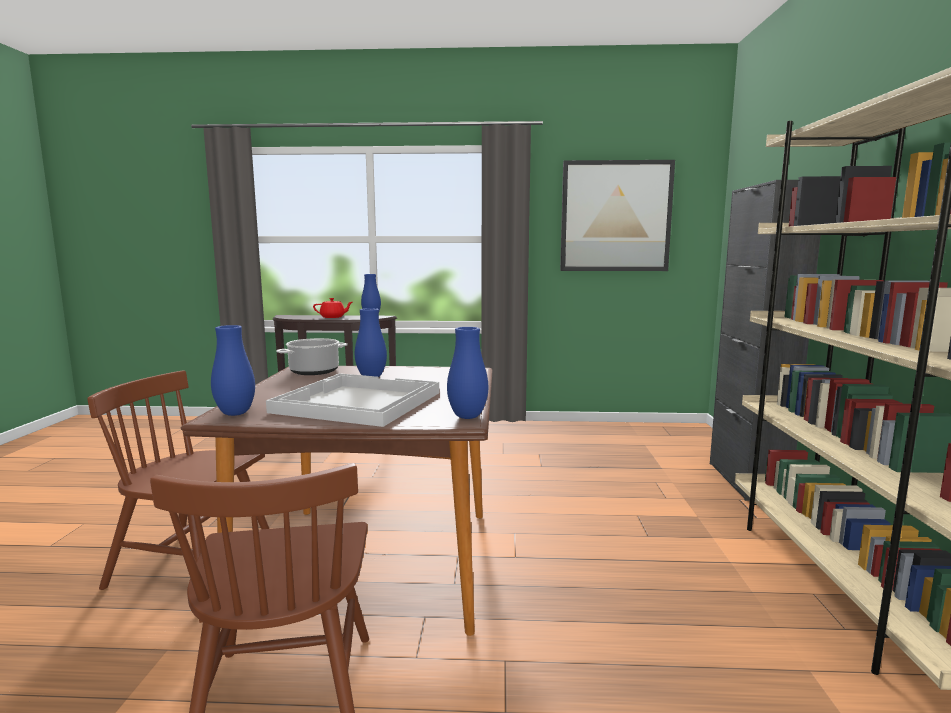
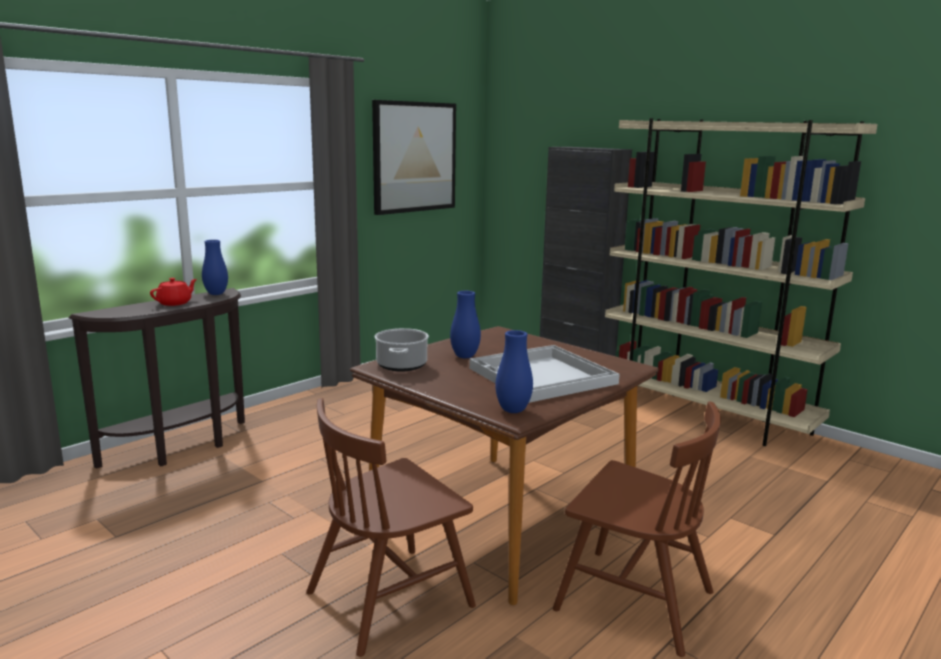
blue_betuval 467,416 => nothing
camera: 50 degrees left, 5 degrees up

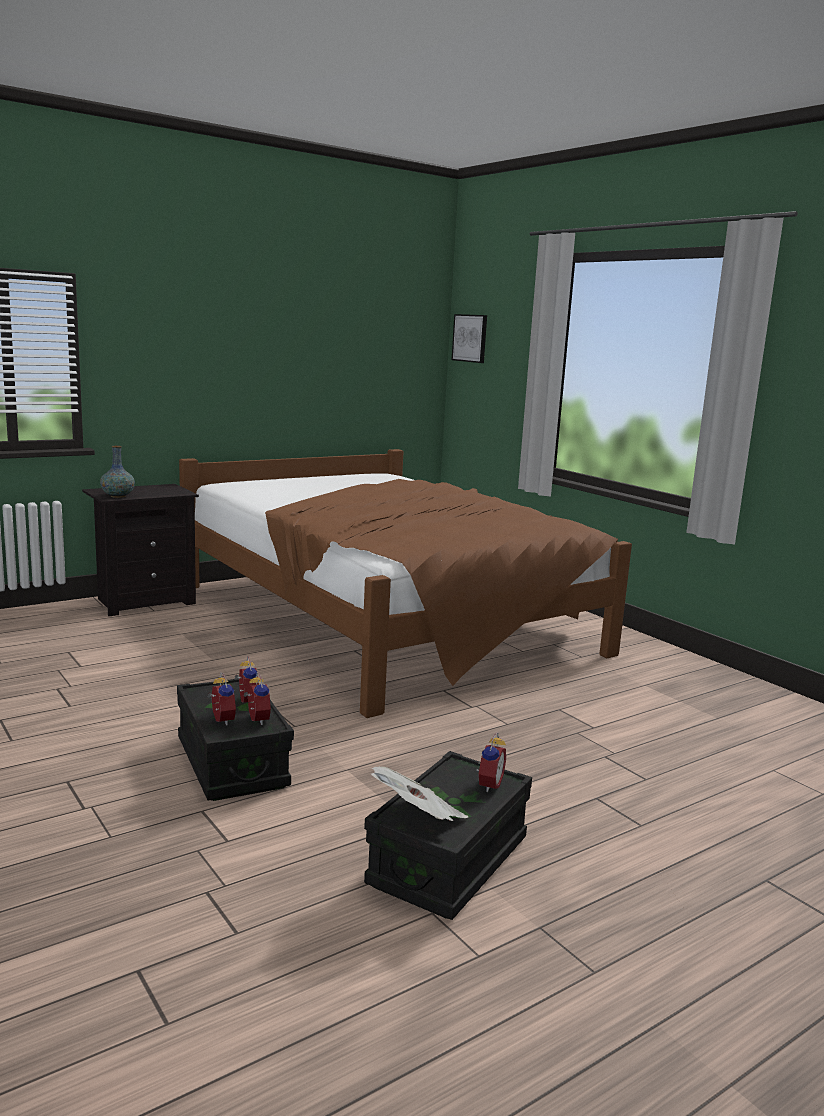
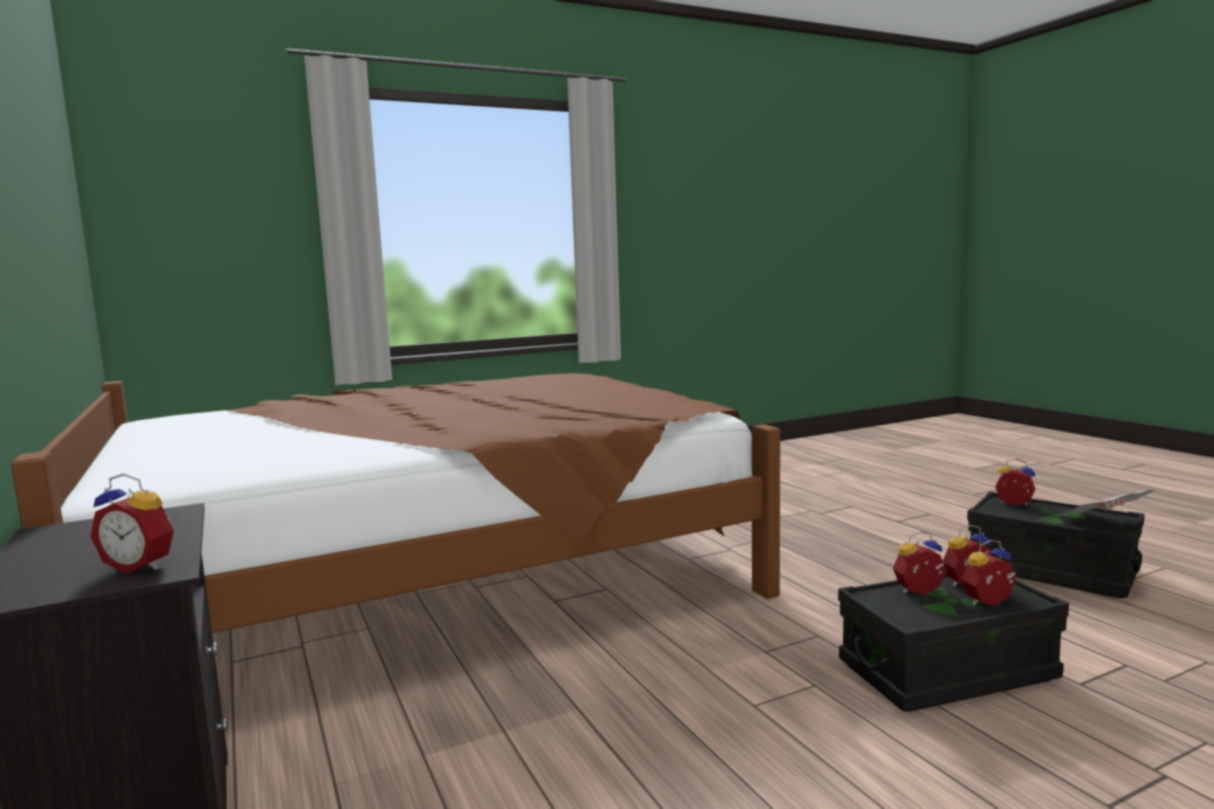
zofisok 470,338 => nothing
betuval 118,496 => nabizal 141,566
camera: 80 degrees left, 5 degrees down

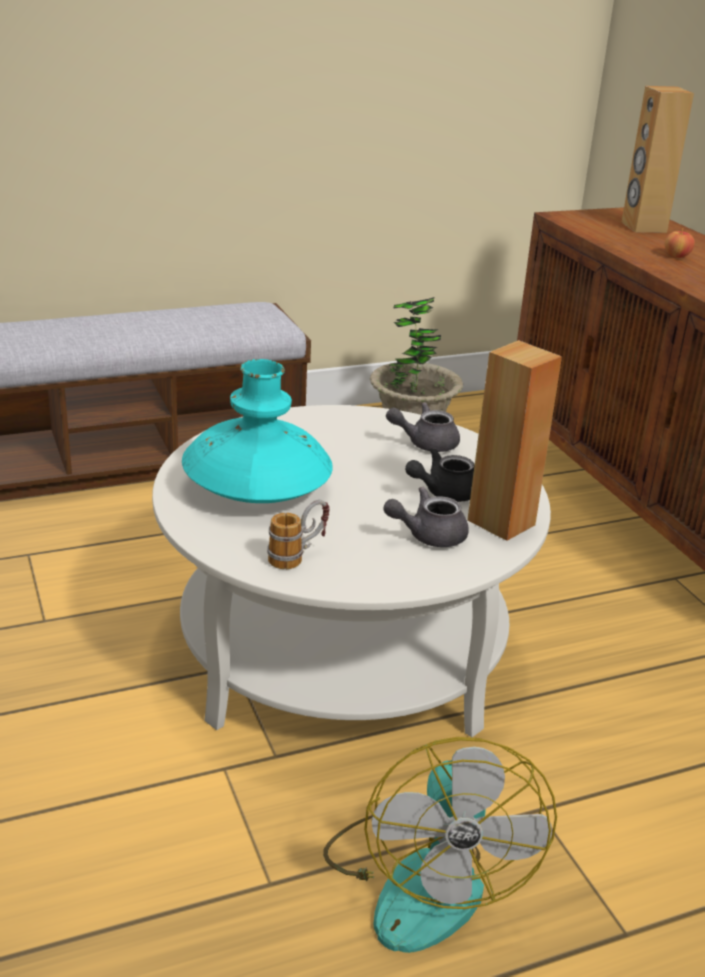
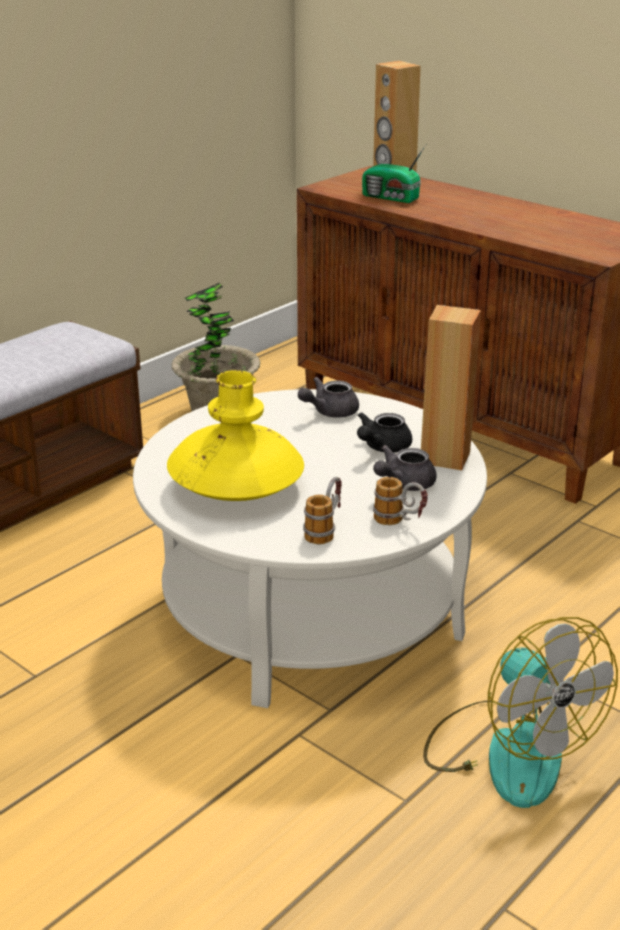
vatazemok 676,256 => nothing
turquoise_betuval 257,487 => yellow_betuval 236,486
nothing => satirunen 391,198
nothing => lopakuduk 399,522
camera: 25 degrees left, 0 degrees up

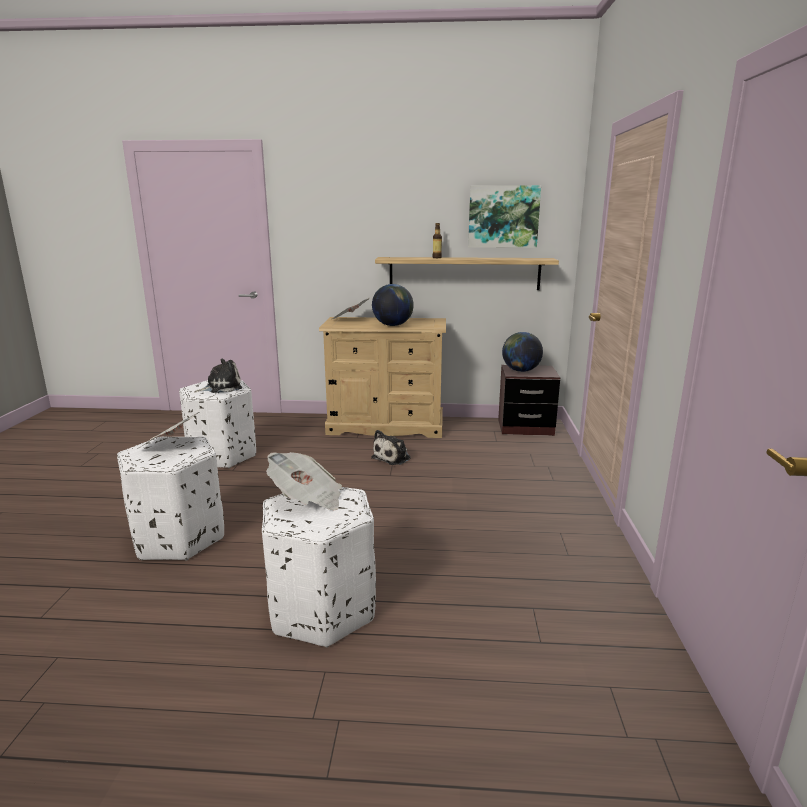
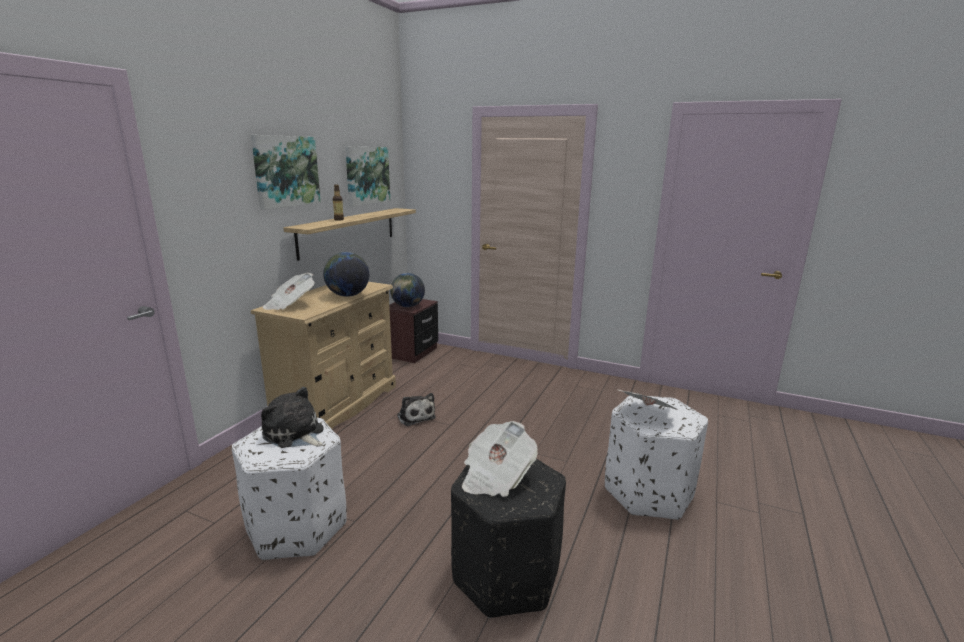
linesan 221,387 => linesan 295,434, 45 degrees counterclockwise
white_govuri 178,538 => black_govuri 505,575
nothing => zofisok 286,171
camera: 70 degrees left, 0 degrees up

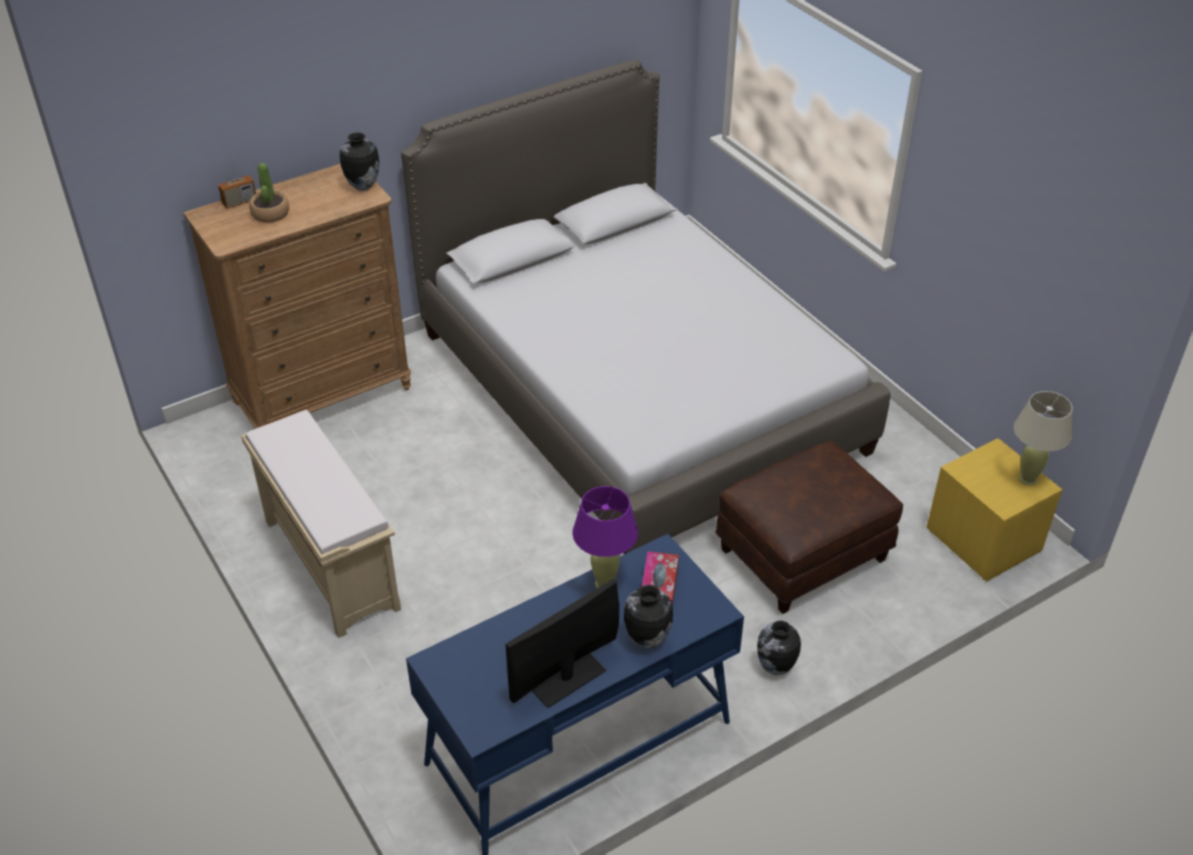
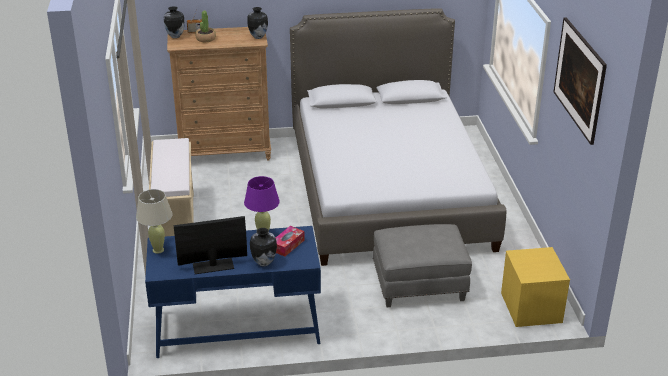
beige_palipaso 1028,479 => beige_palipaso 158,250, moved
brown_govuri 803,553 => grey_govuri 420,285
betuval 775,668 => betuval 175,36, moved
nothing => zofisok 576,98
camera: 25 degrees right, 10 degrees down

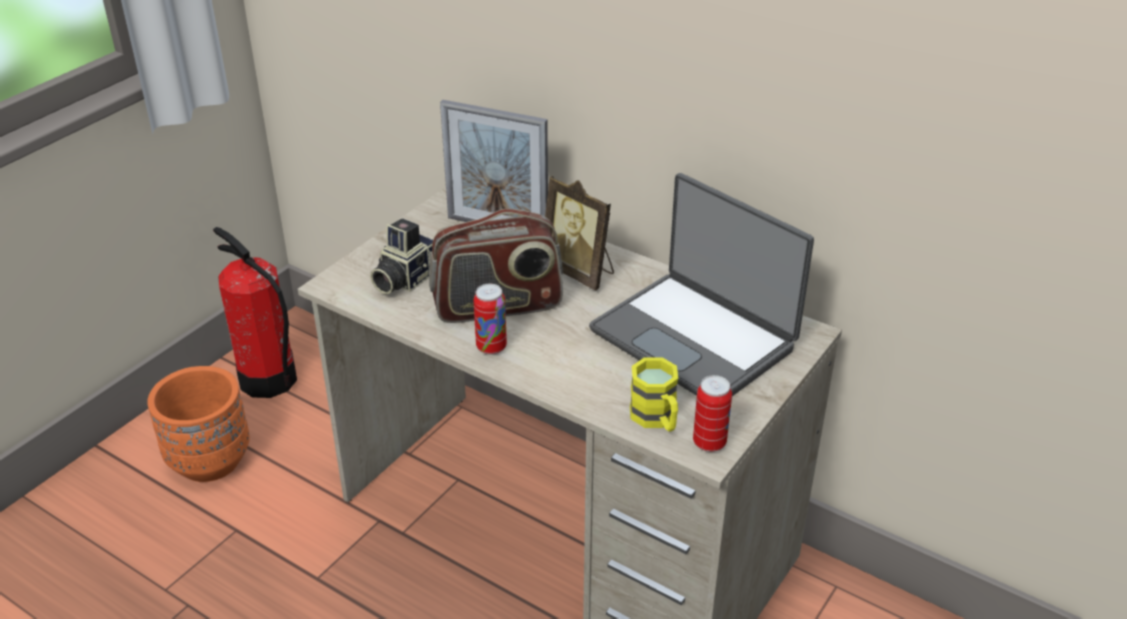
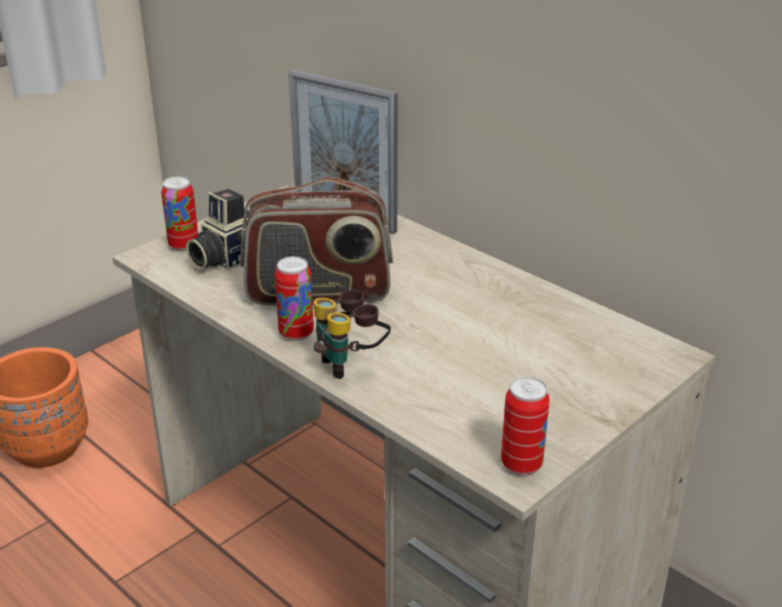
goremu 695,338 => nothing
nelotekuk 580,271 => nothing
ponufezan 268,380 => nothing
yellow_lopakuduk 657,419 => nothing
nothing => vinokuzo 183,245
nothing => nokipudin 351,363
camera: 10 degrees right, 5 degrees down

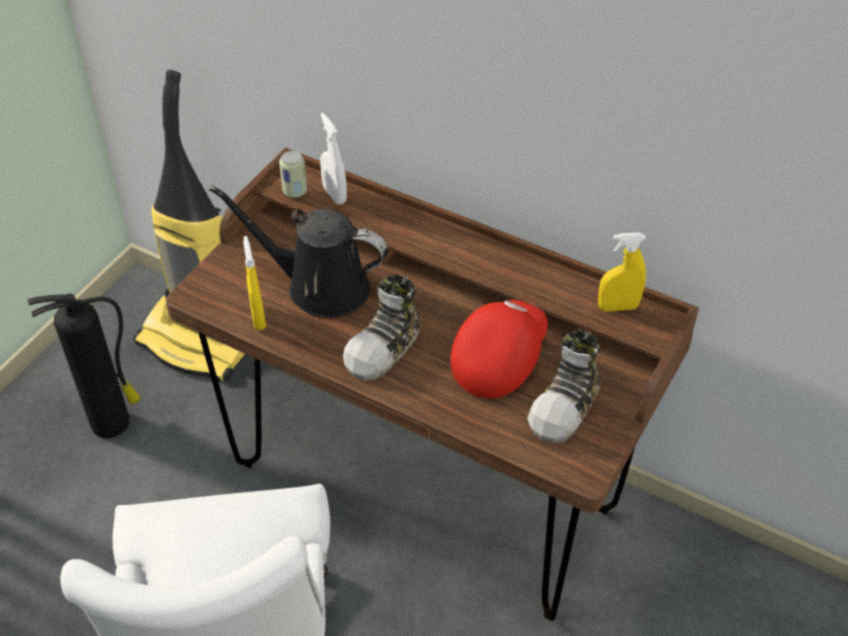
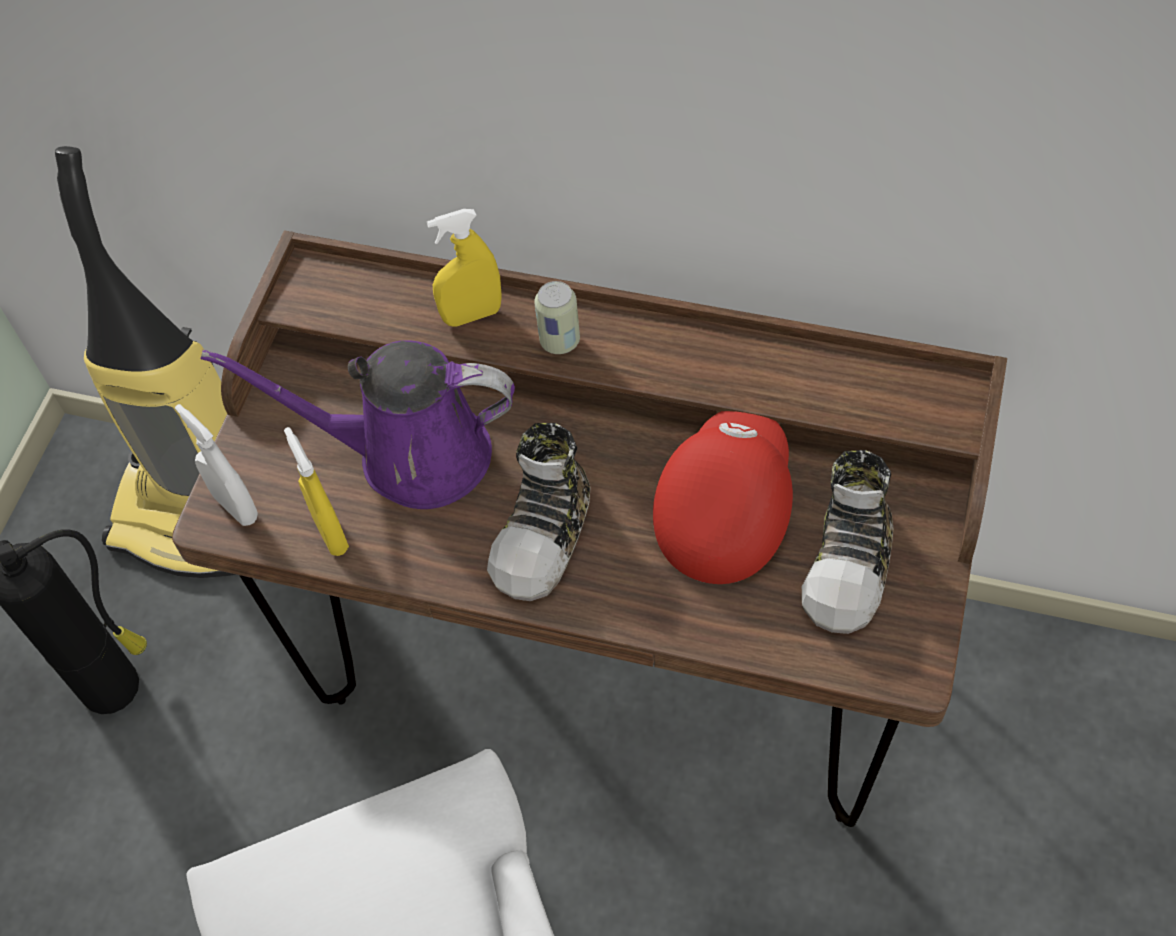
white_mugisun 334,195 => white_mugisun 236,507, moved
vinokuzo 295,191 => vinokuzo 560,341, moved
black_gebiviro 320,286 => purple_gebiviro 410,454
yellow_mugisun 618,307 => yellow_mugisun 472,315, moved
camera: 10 degrees left, 10 degrees up

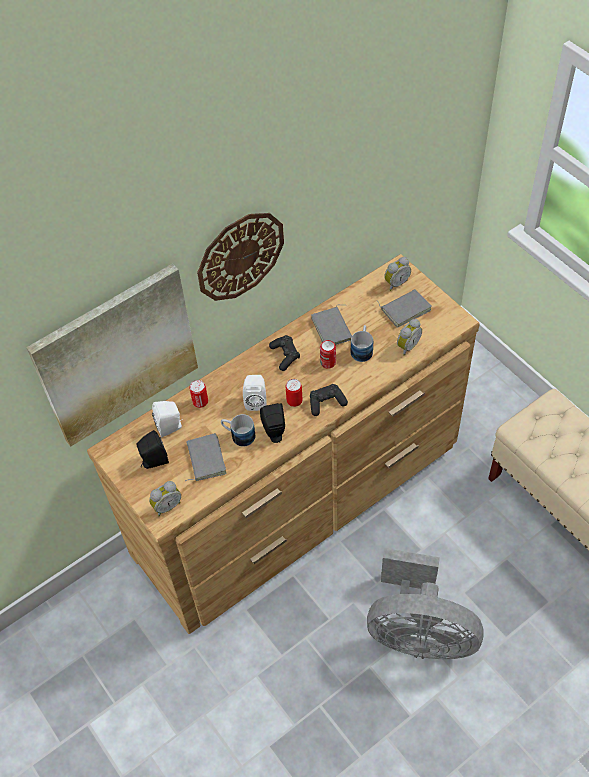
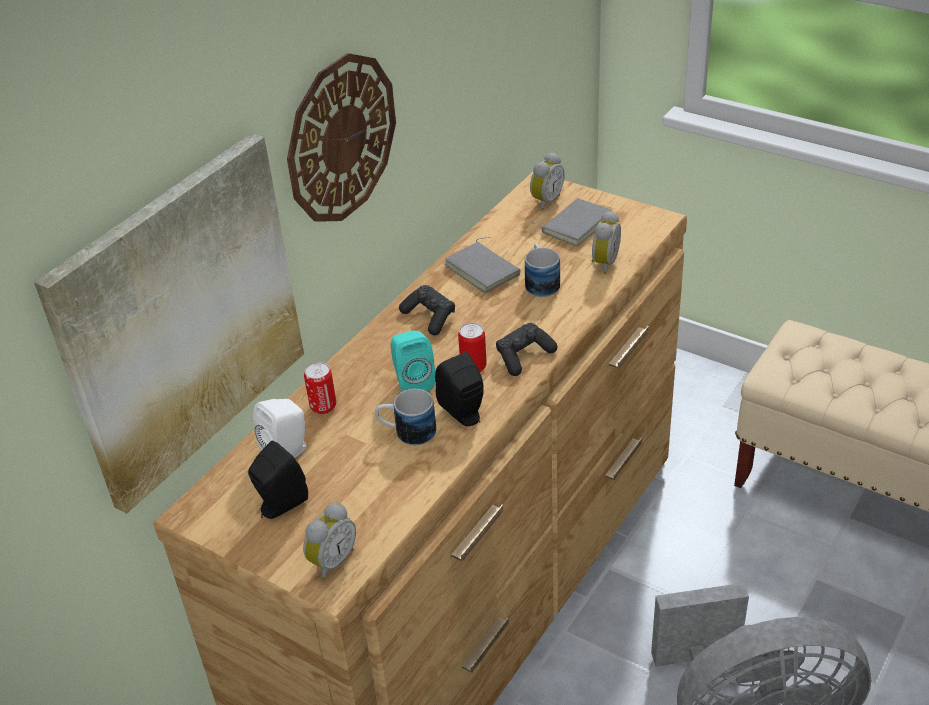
vinokuzo 328,362 => nothing
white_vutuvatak 256,400 => turquoise_vutuvatak 413,381
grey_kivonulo 204,459 => nothing
camera: 20 degrees left, 15 degrees down

